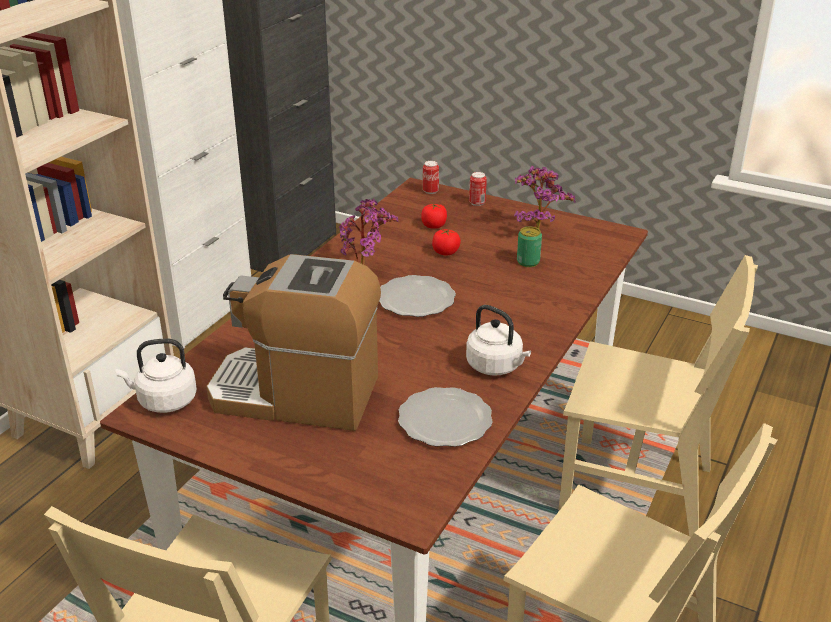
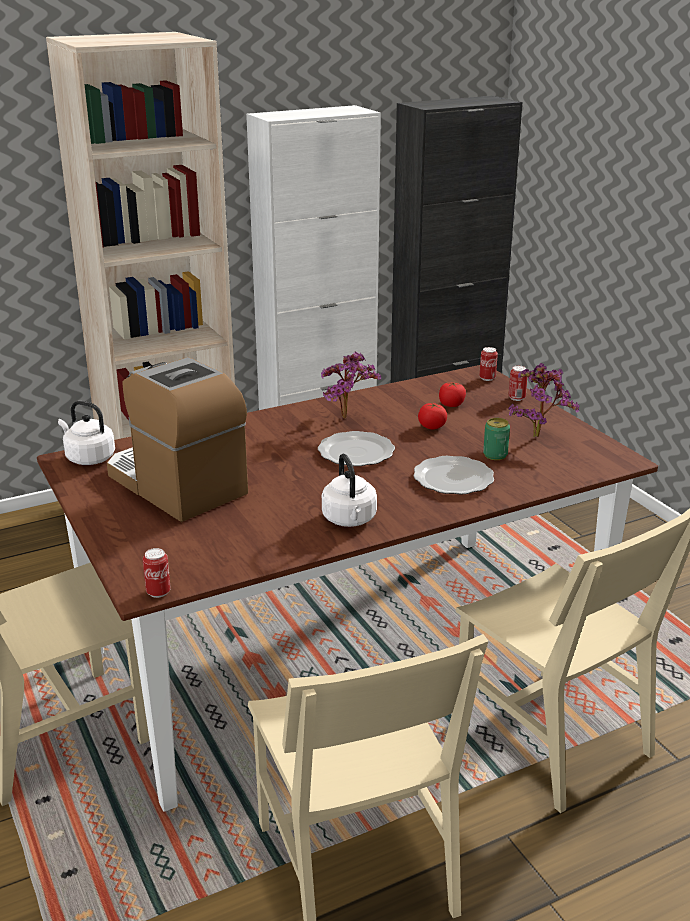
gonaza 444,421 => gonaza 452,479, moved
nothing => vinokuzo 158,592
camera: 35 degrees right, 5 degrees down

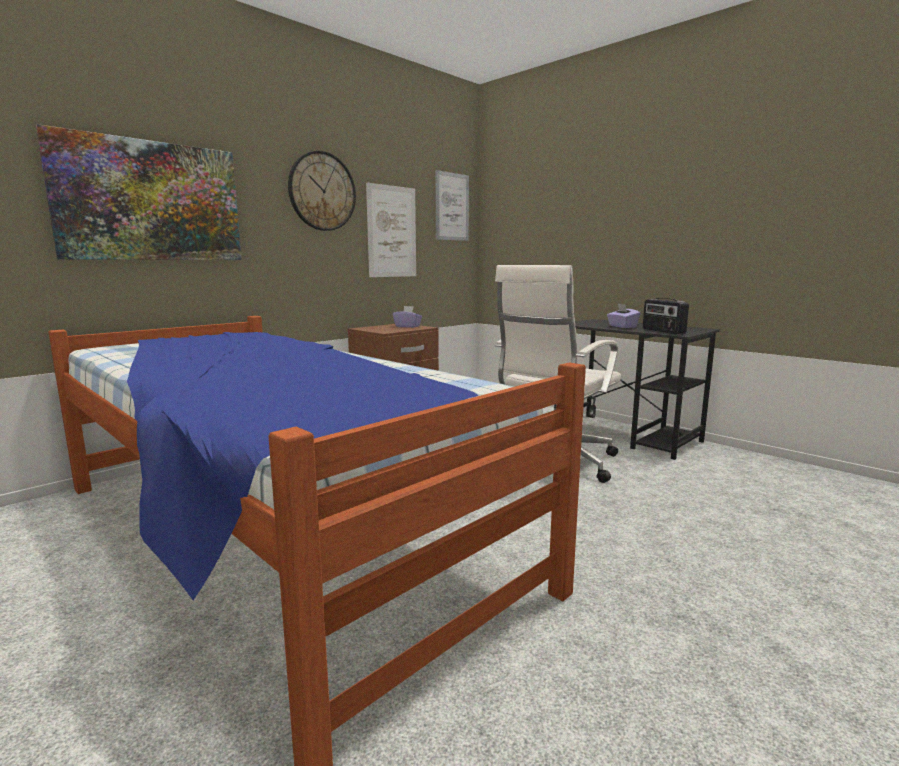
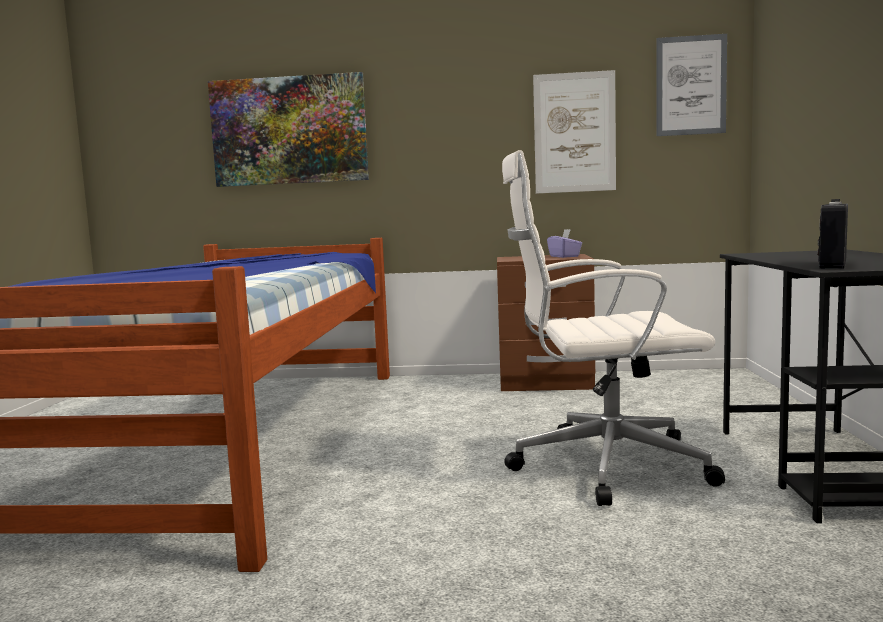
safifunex 322,191 => nothing
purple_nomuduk 622,326 => nothing
camera: 50 degrees right, 5 degrees down

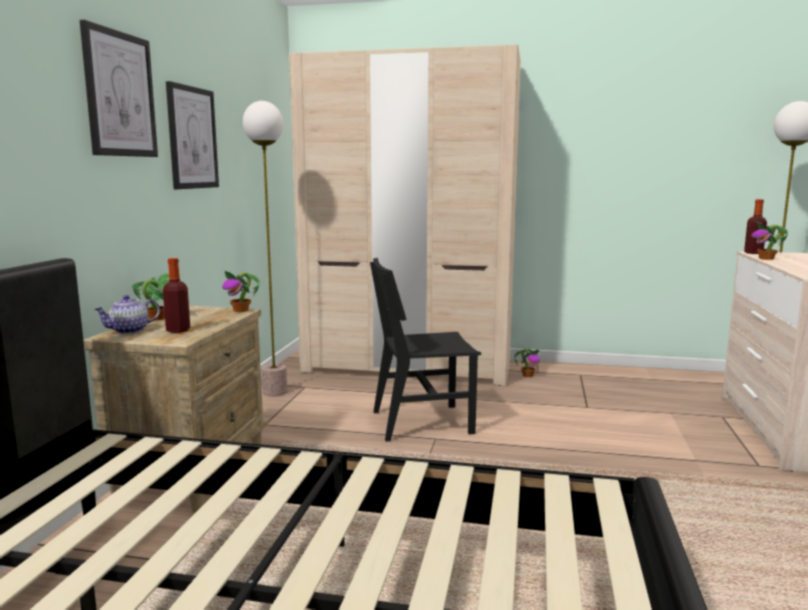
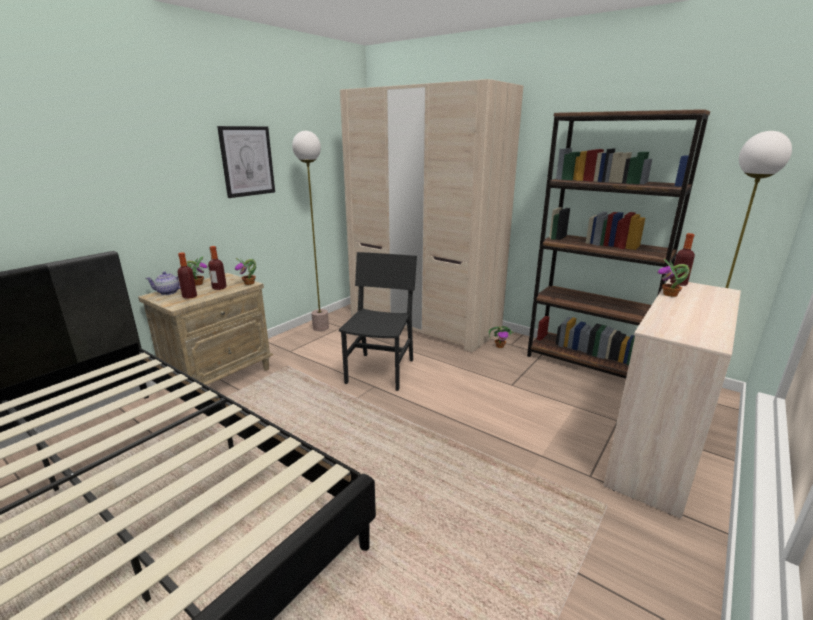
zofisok 120,94 => nothing
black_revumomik 421,422 => black_revumomik 380,371, 90 degrees clockwise
nothing => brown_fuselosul 586,363
nothing => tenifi 219,288
camera: 25 degrees right, 10 degrees up

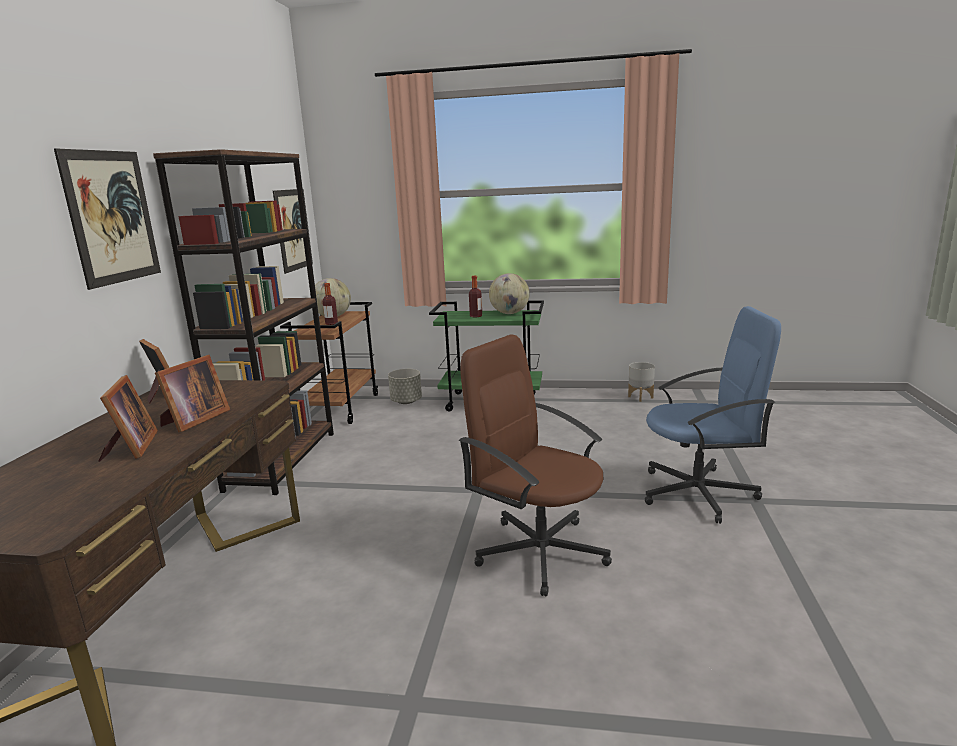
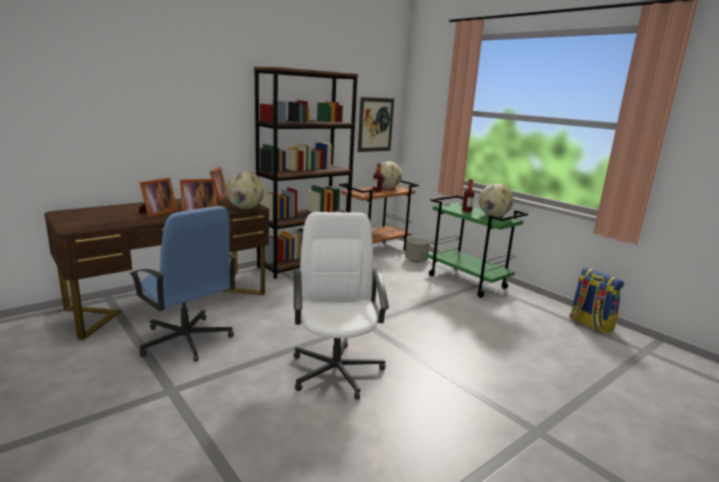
zofisok 112,217 => nothing
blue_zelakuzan 699,493 => blue_zelakuzan 186,340, moved
brown_zelakuzan 539,551 => white_zelakuzan 336,370
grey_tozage 640,397 => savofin 589,324
nothing => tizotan 245,208
camera: 40 degrees right, 0 degrees up

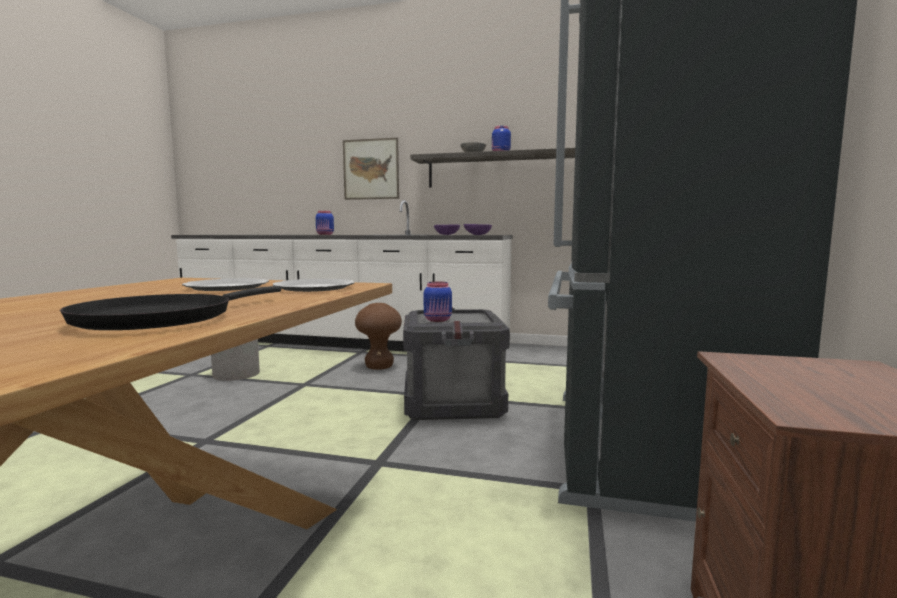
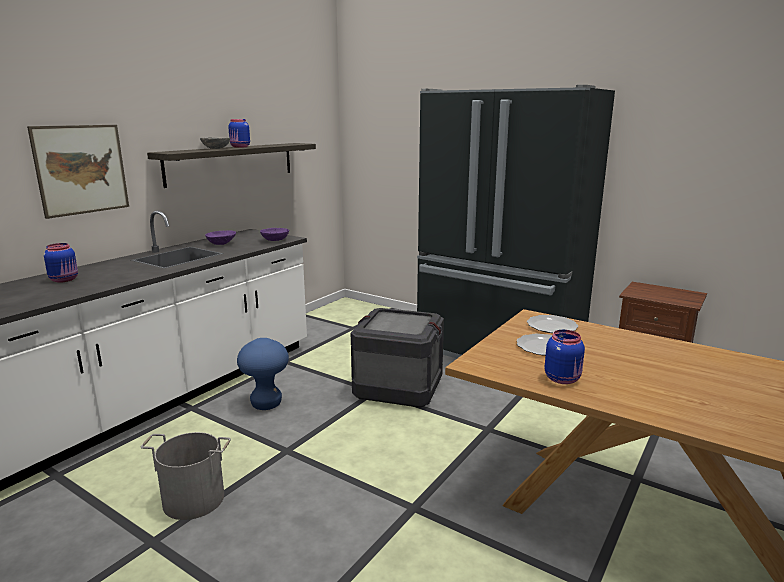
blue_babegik 438,320 => blue_babegik 563,379, moved
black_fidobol 163,318 => nothing
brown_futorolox 379,367 => blue_futorolox 266,404
camera: 70 degrees left, 10 degrees up

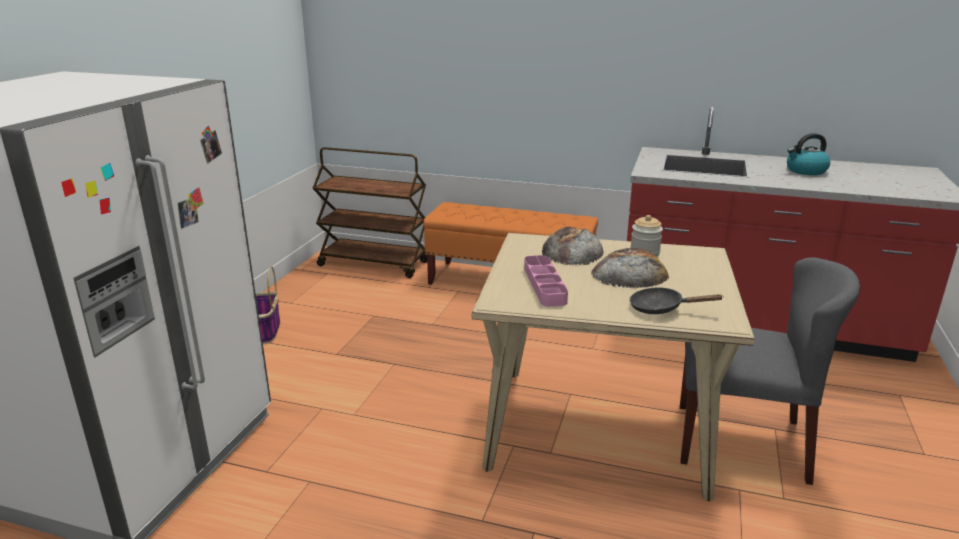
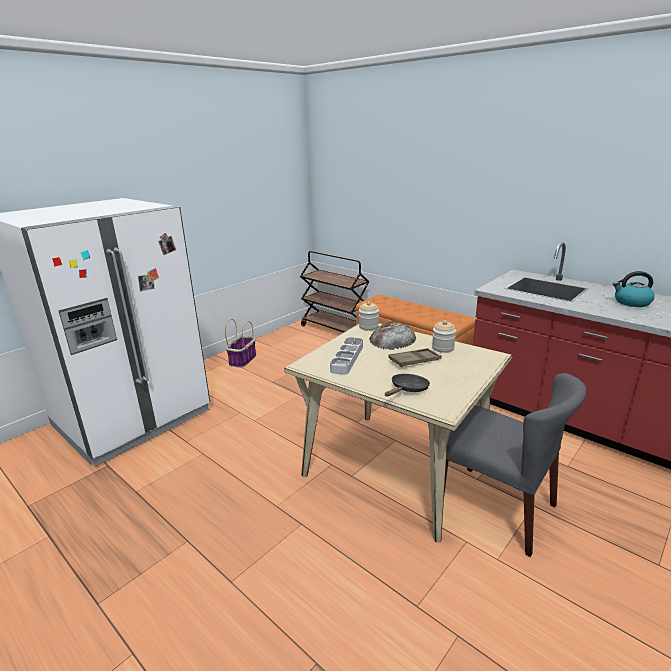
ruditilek 630,273 => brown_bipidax 414,361
pink_bipidax 544,285 => grey_bipidax 347,358
black_fidobol 661,308 => black_fidobol 408,389, 90 degrees clockwise
nothing => babegik 368,327
camera: 25 degrees right, 0 degrees up

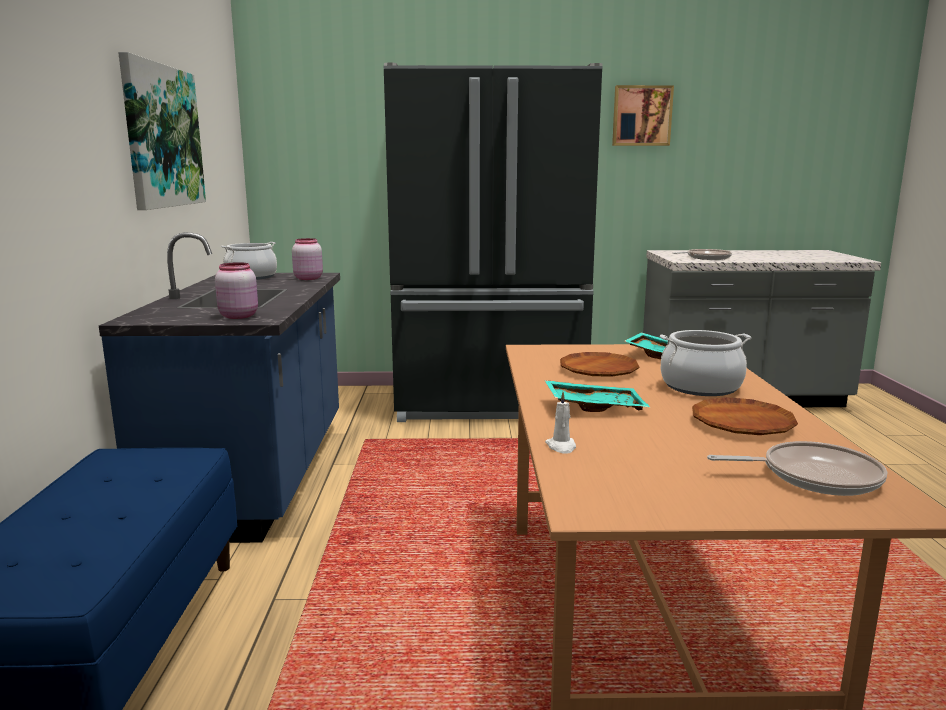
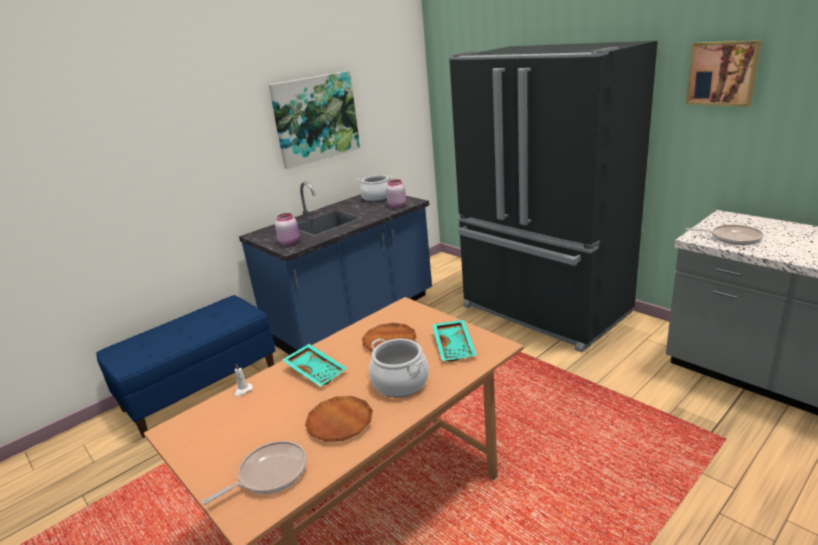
fidobol 813,476 => fidobol 269,474, 90 degrees counterclockwise
camera: 50 degrees right, 10 degrees up

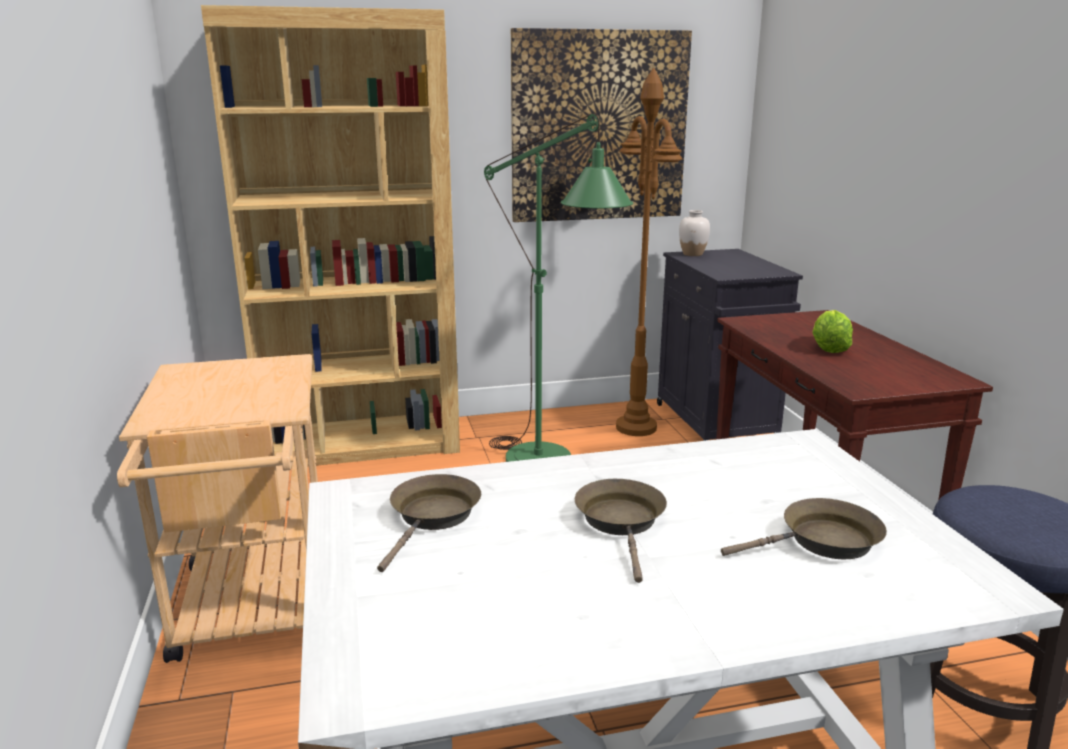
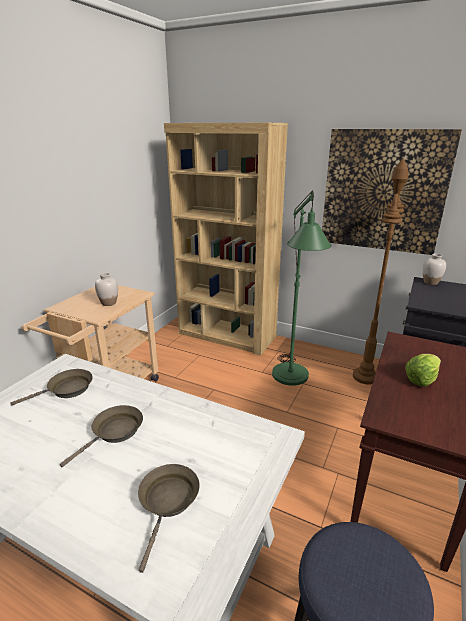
brown_fidobol 823,542 => brown_fidobol 168,502, 105 degrees counterclockwise
nothing => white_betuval 108,303
camera: 40 degrees right, 5 degrees up

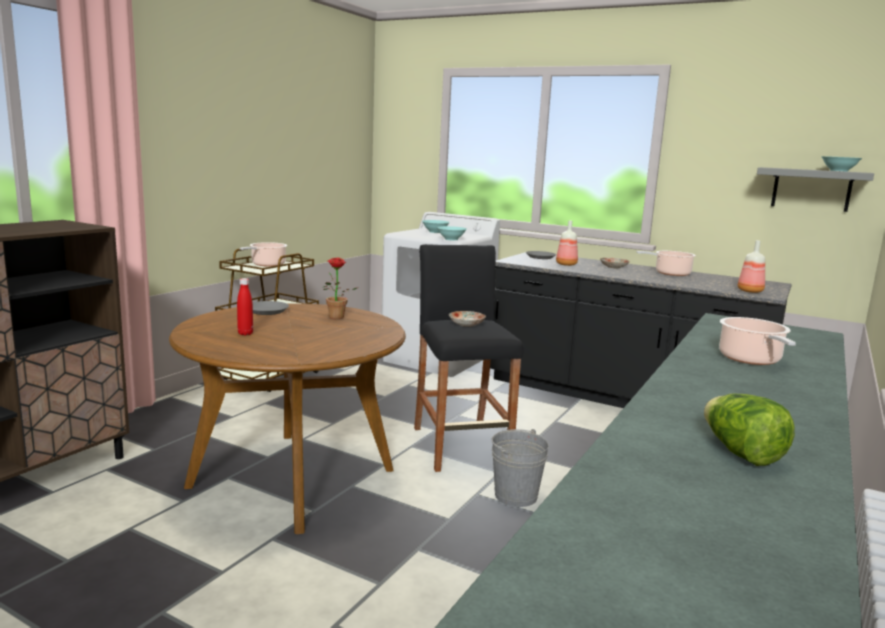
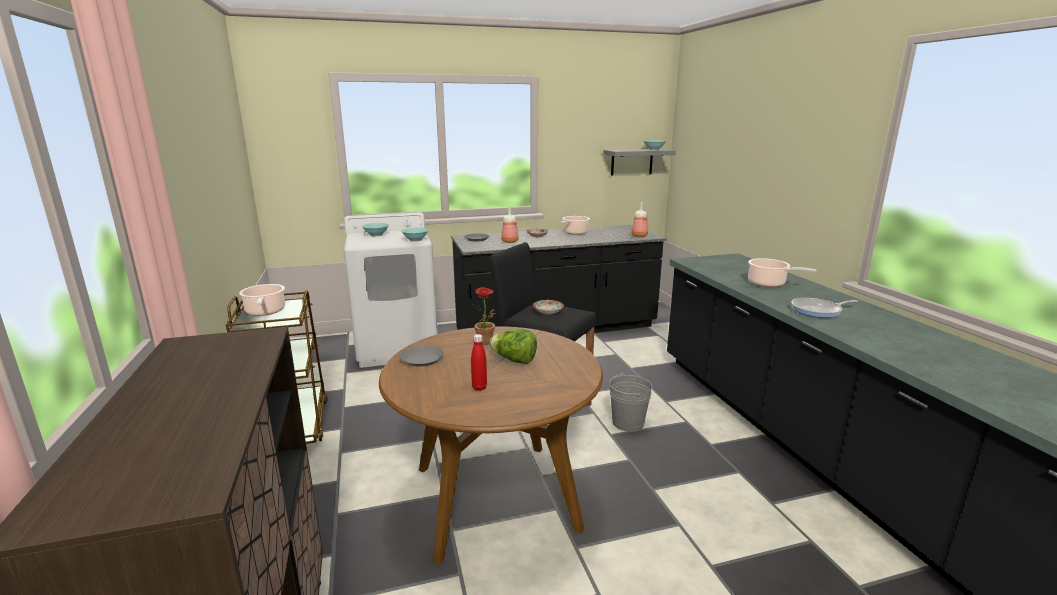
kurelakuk 740,453 => kurelakuk 514,360, moved
nothing => fidobol 818,311
camera: 45 degrees left, 5 degrees up

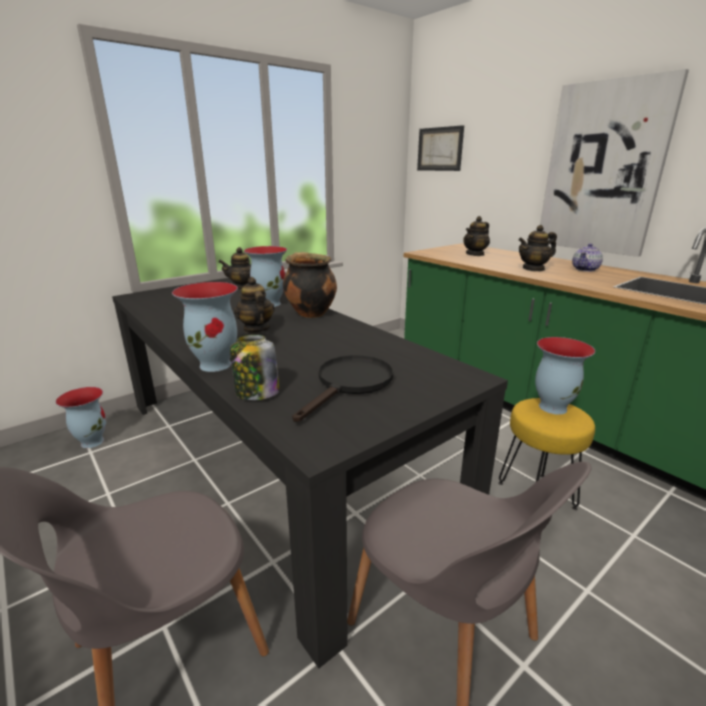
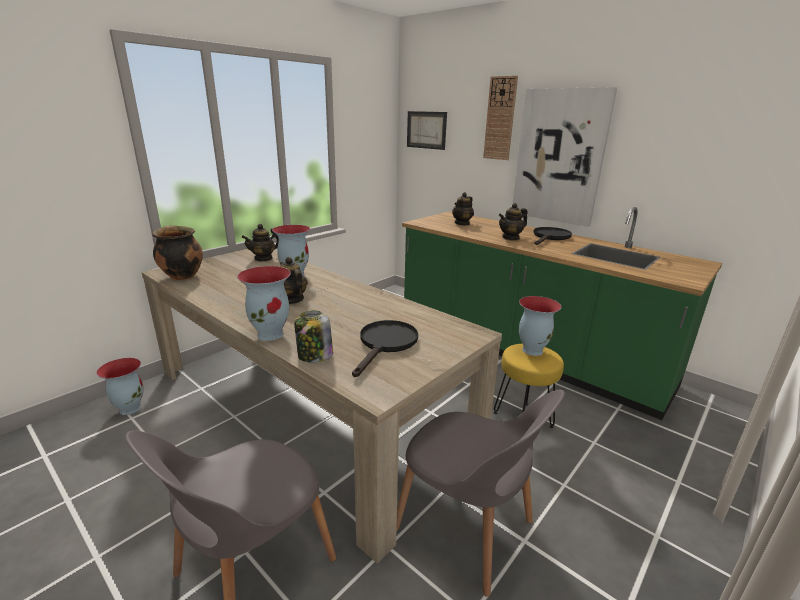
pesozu 585,269 => black_fidobol 550,237
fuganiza 310,313 => fuganiza 182,276, moved
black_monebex 273,458 => beige_monebex 305,409
nothing => safifunex 500,119
camera: 10 degrees left, 0 degrees up

